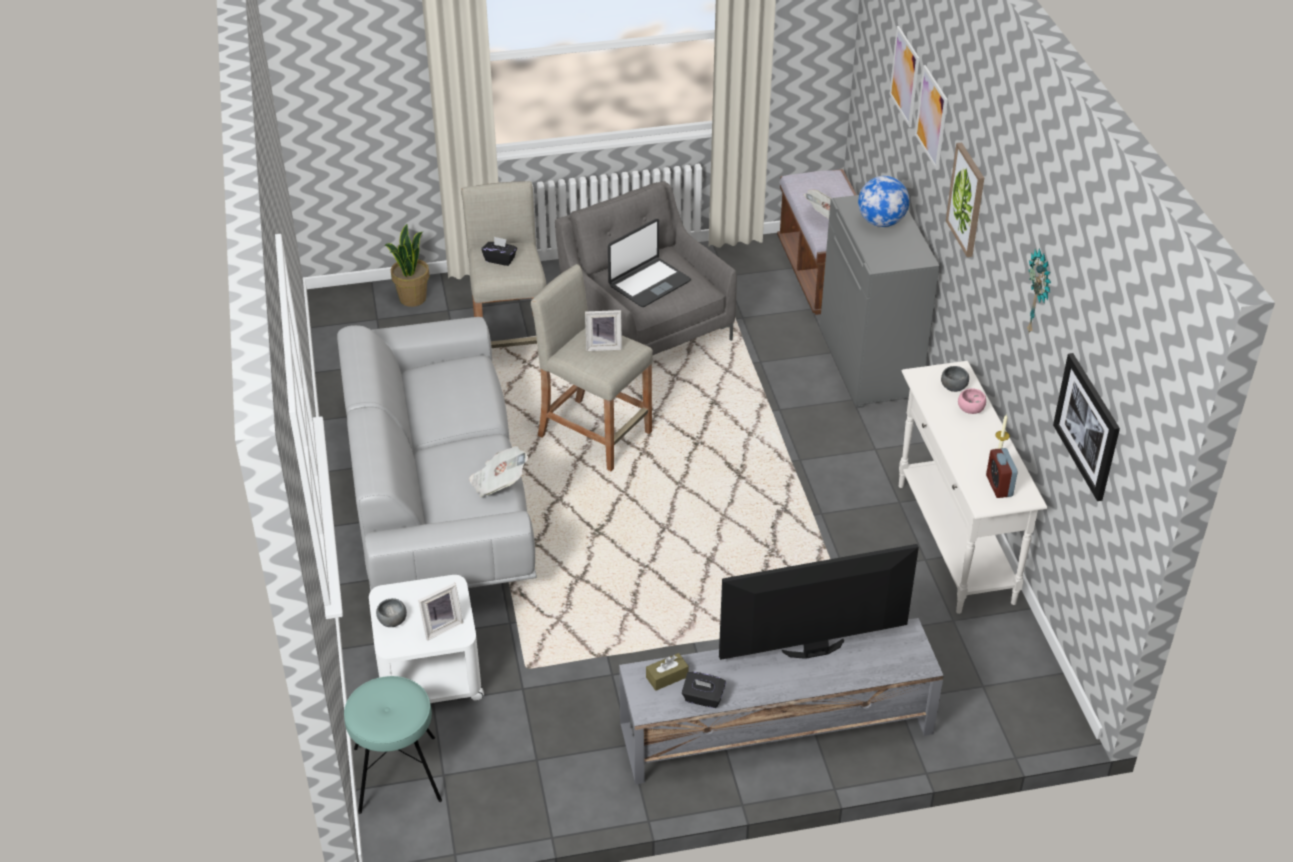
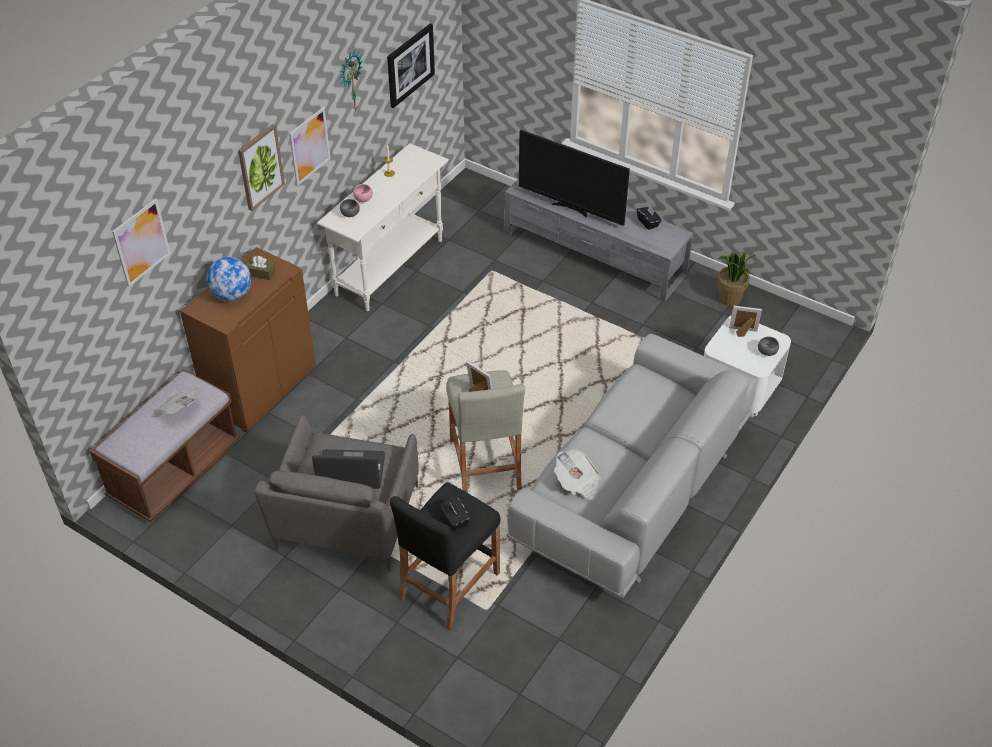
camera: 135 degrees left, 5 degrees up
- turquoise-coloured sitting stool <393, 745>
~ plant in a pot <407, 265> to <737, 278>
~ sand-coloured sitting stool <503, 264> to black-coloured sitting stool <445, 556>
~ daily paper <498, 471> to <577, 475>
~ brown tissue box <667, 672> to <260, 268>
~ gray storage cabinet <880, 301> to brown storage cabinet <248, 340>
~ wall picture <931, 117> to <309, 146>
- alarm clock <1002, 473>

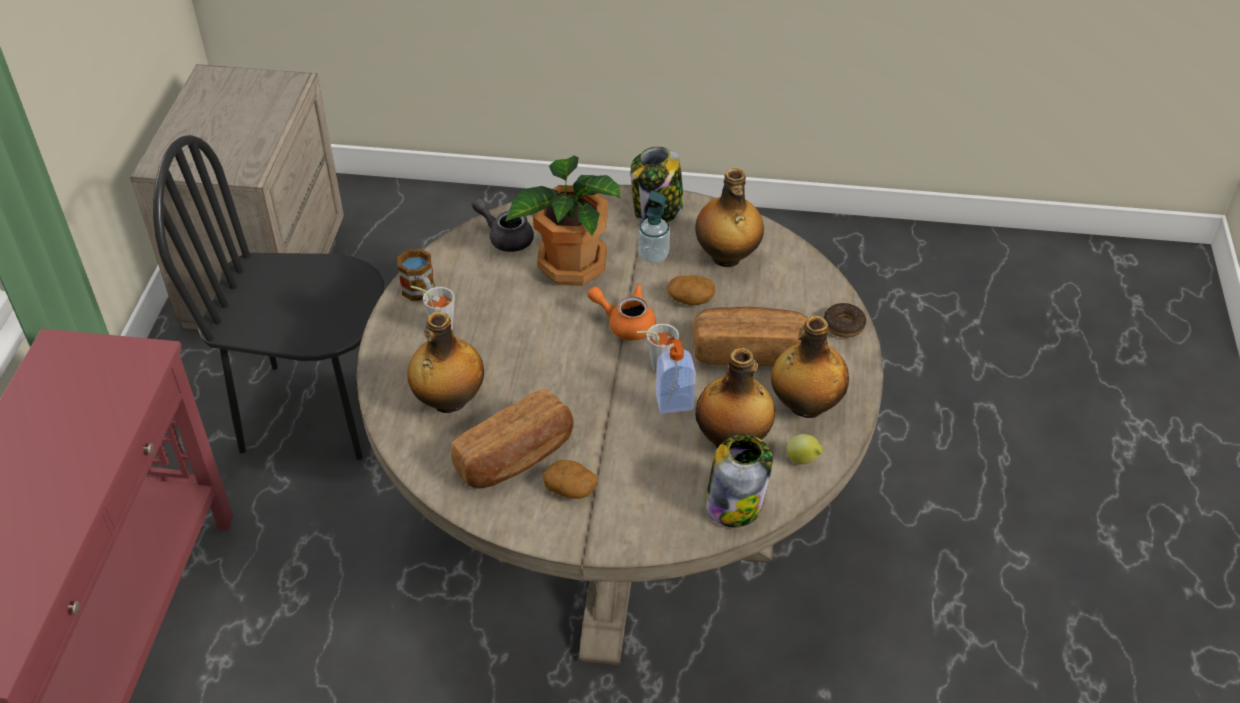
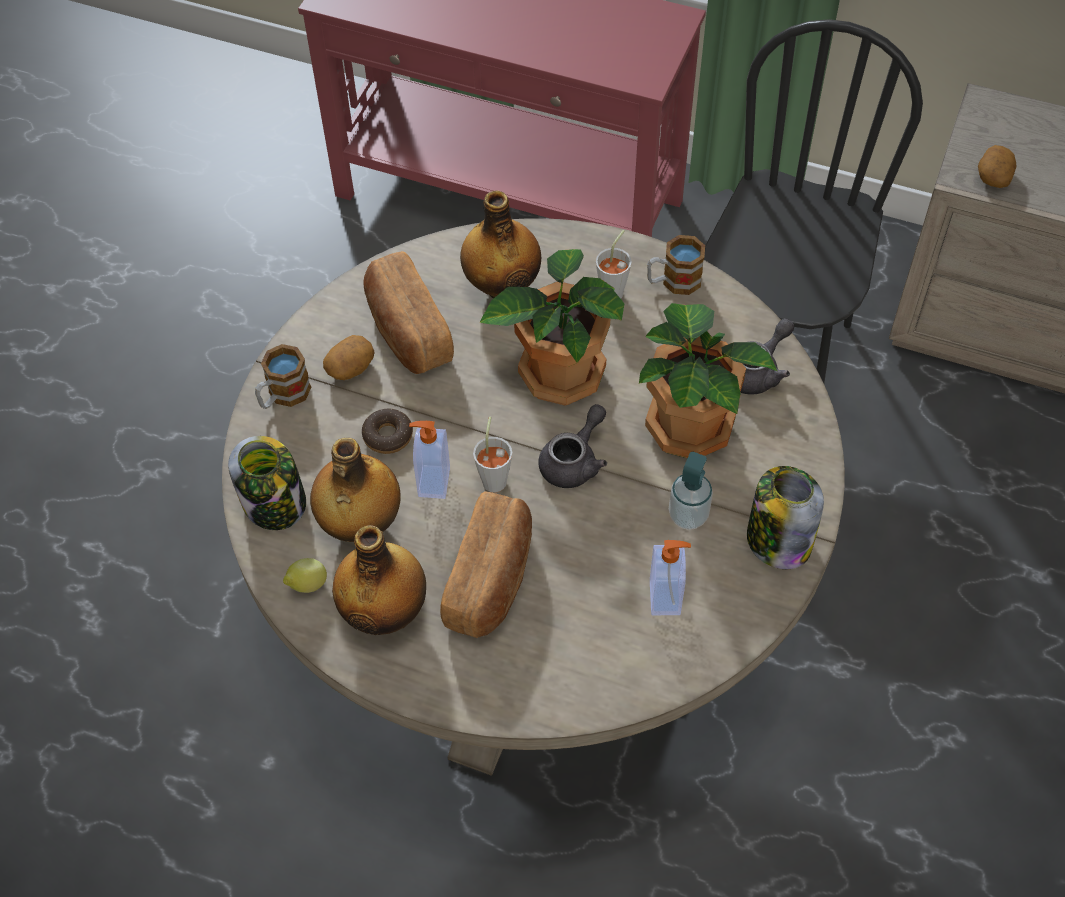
camera: 105 degrees right, 10 degrees up
~ orange-coloured tea pot <621, 312> to gray tea pot <572, 446>
~ spud <691, 290> to <997, 166>
~ bottle <729, 217> to soap bottle <670, 577>
~ donut <845, 320> to <387, 431>
+ tea mug <283, 376>
+ plant in a pot <551, 327>

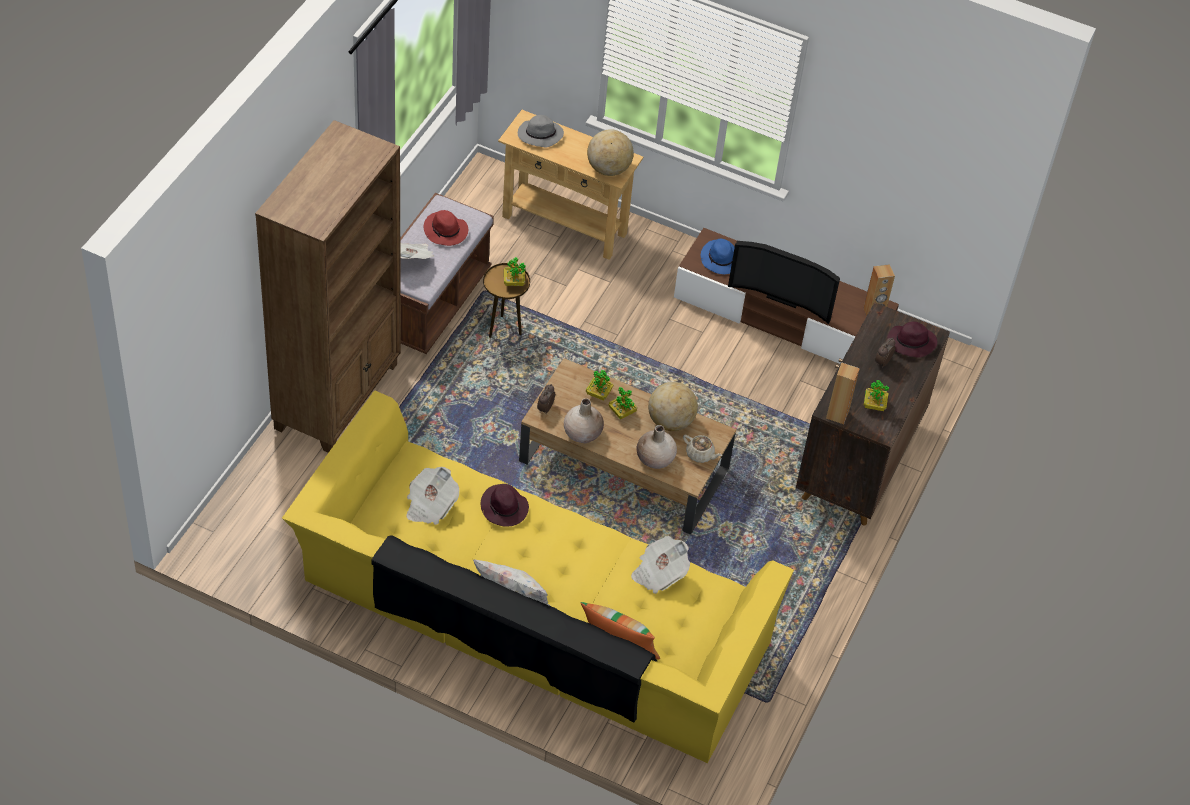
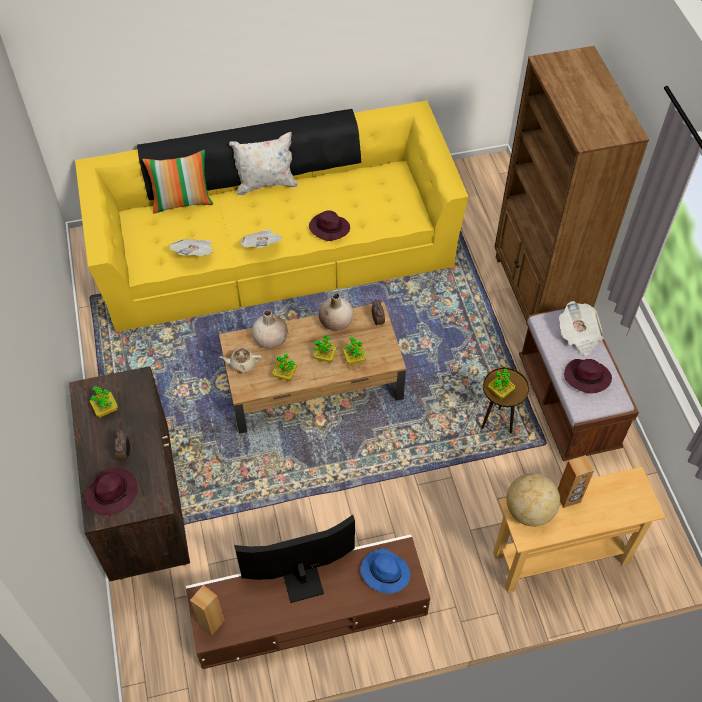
camera: 145 degrees right, 5 degrees up
~ daily paper <433, 496> to <261, 238>
~ reddish wearable hat <446, 228> to purplish wearable hat <588, 376>
- gray wearable hat <541, 131>
~ globe <673, 406> to plant in a pot <284, 367>
~ brown audio speaker <843, 393> to <576, 481>

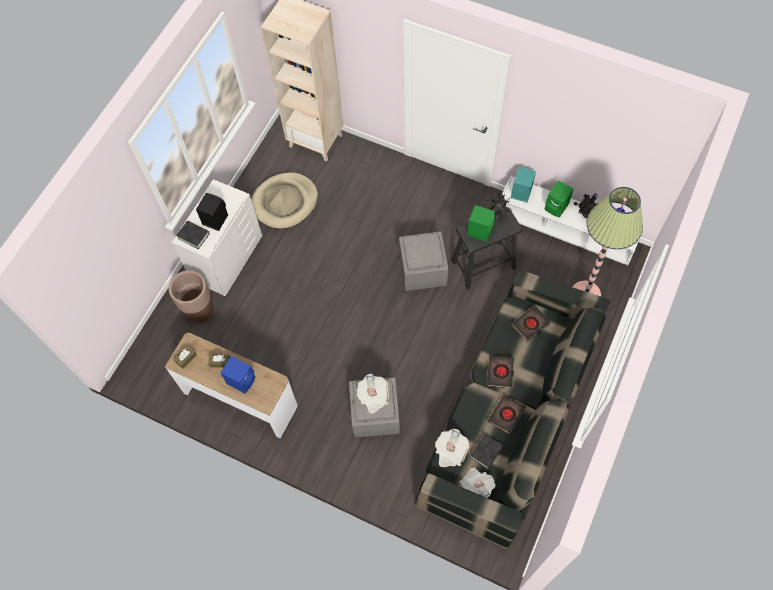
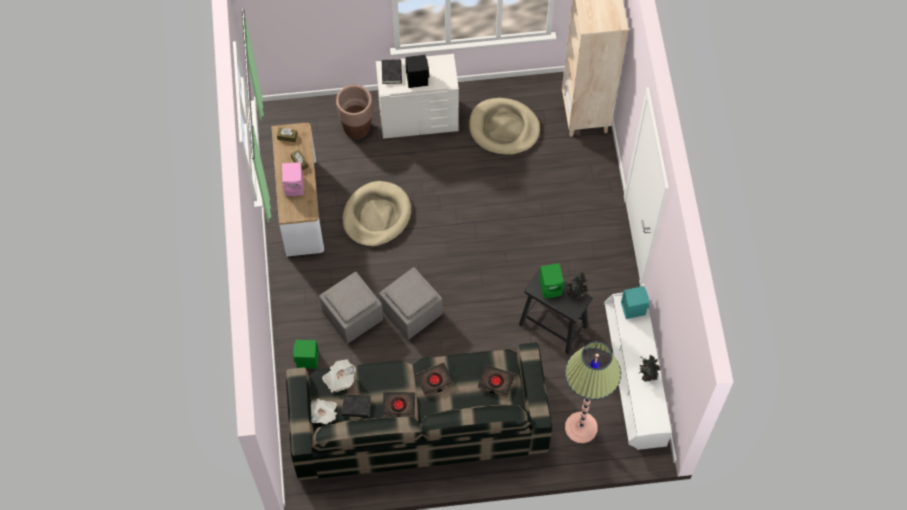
camera: 55 degrees right, 0 degrees up
~ bluish audio speaker <237, 374> to pink-coloured audio speaker <293, 179>
- daily paper <373, 394>
~ gray footrest <423, 261> to <410, 303>
~ greenish audio speaker <559, 199> to <306, 354>
+ sand-coloured dog bed <376, 214>

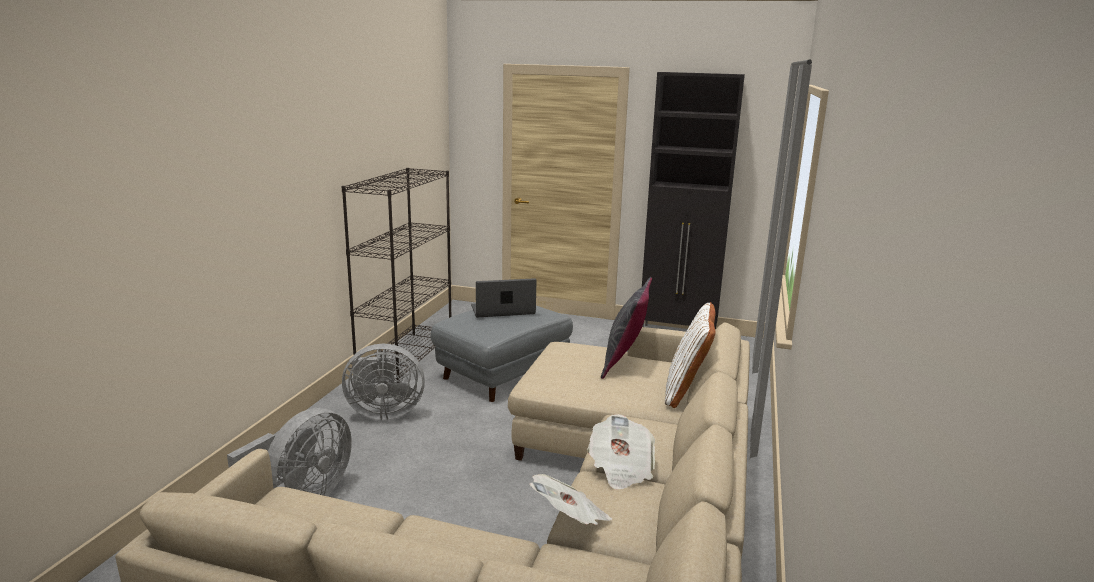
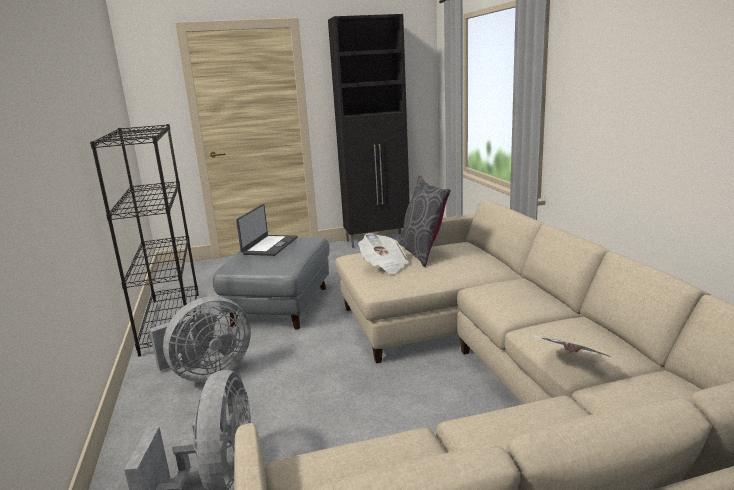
camera: 30 degrees left, 0 degrees up
~ portable computer <504, 298> = <266, 230> 150 degrees clockwise
~ daily paper <621, 452> to <383, 253>
- white-coloured cushion <690, 355>

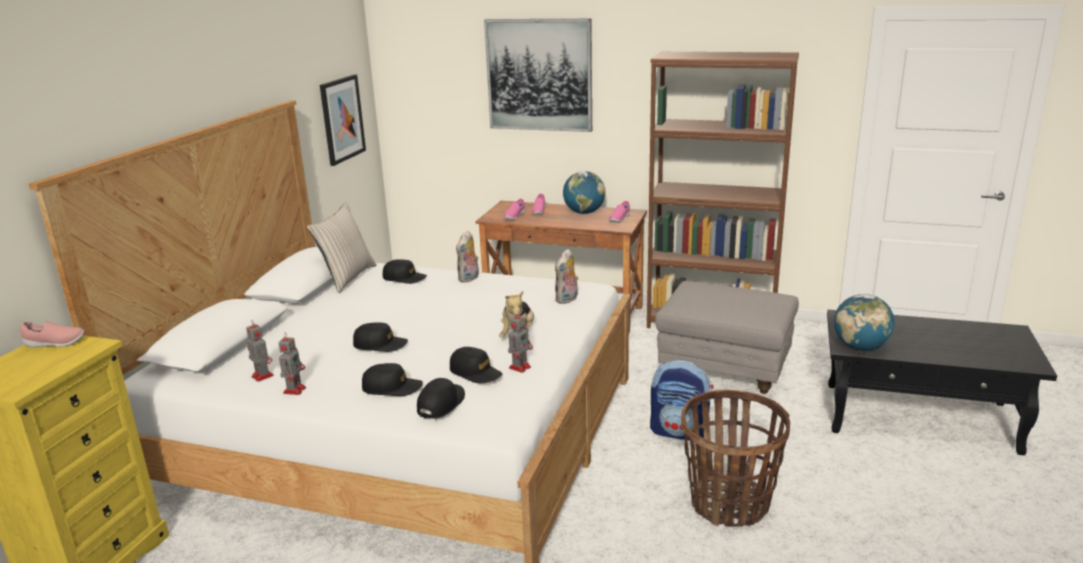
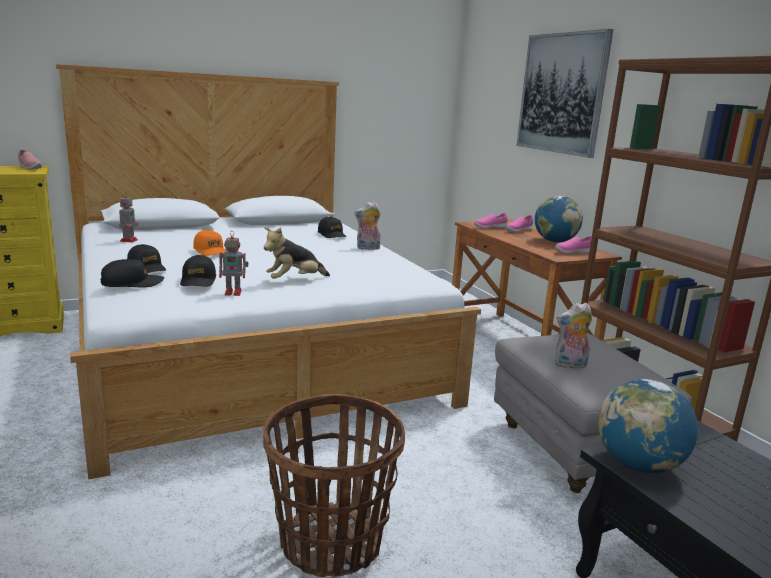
camera: 45 degrees right, 5 degrees down
- model robot <292, 364>
- sand-coloured cushion <341, 247>
- wall picture <343, 120>
~ black-coloured cap <380, 337> to orange-coloured cap <209, 243>
~ plush toy <566, 276> to <573, 336>
- knapsack <682, 400>

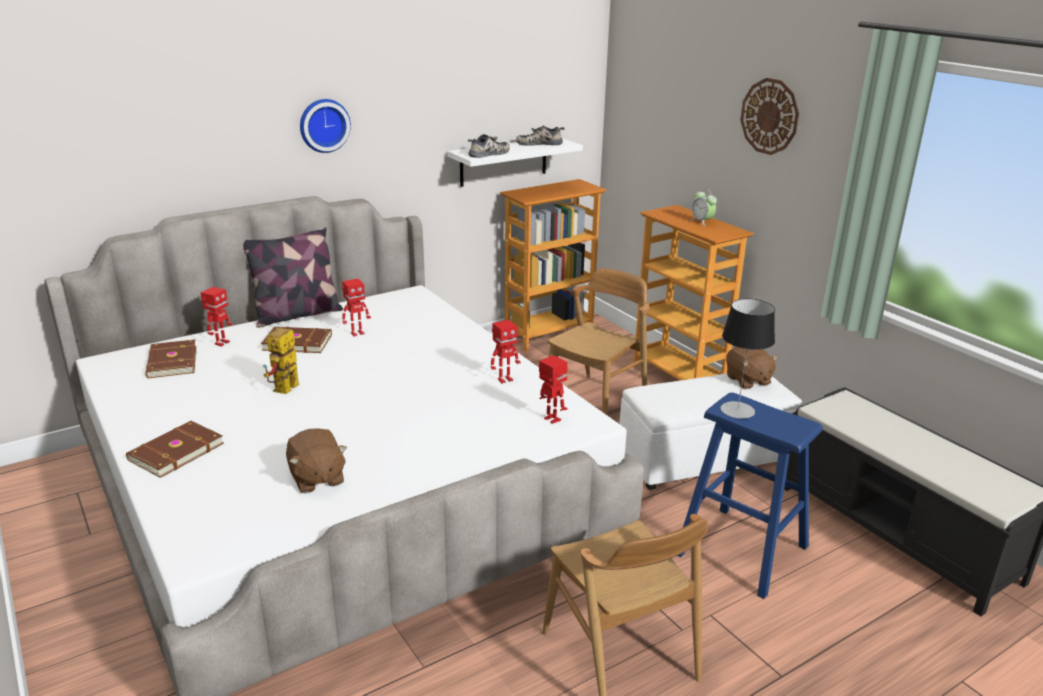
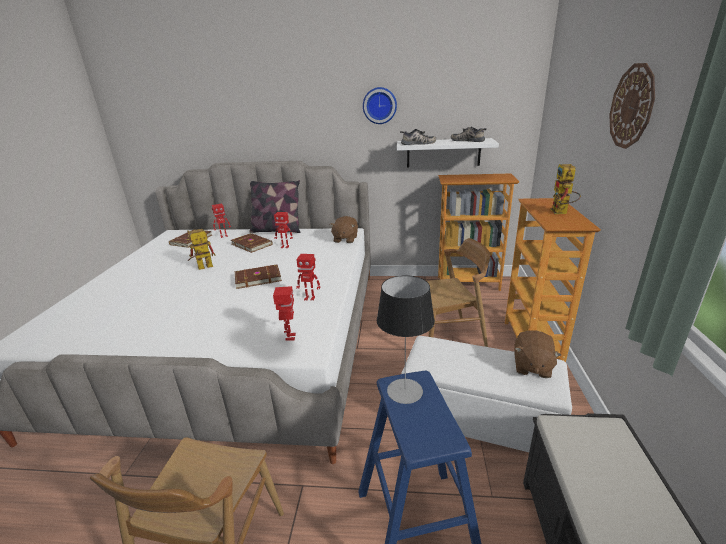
camera: 40 degrees right, 0 degrees up
~ brown volume <175, 449> to <258, 276>
~ brown plush toy <316, 460> to <344, 229>
~ hanging clock <325, 126> to <380, 105>
~ alarm clock <704, 207> to model robot <565, 189>

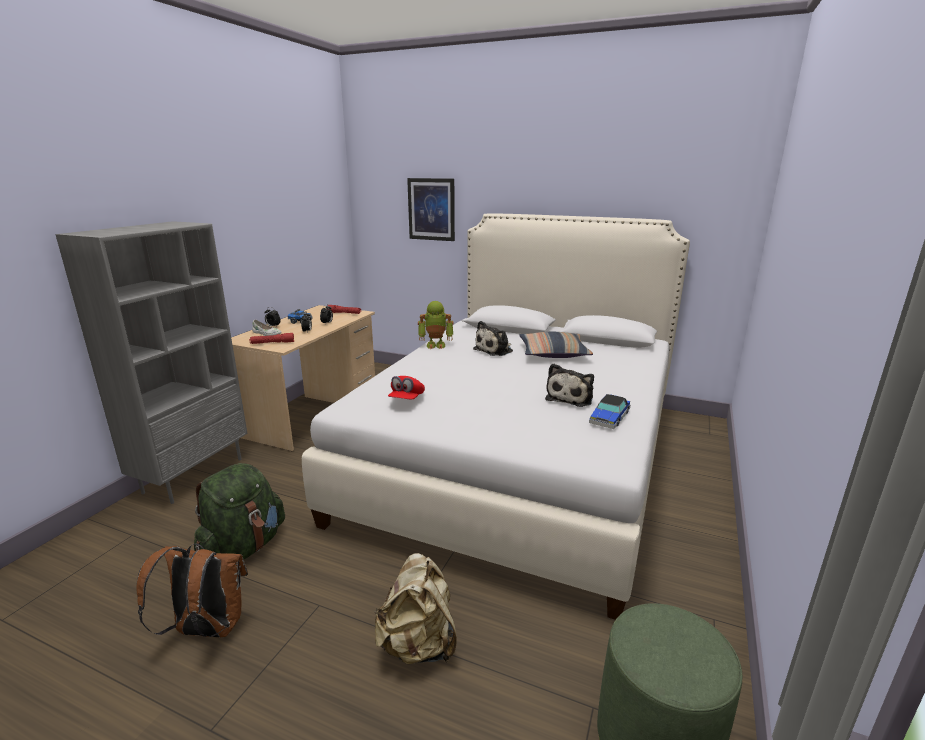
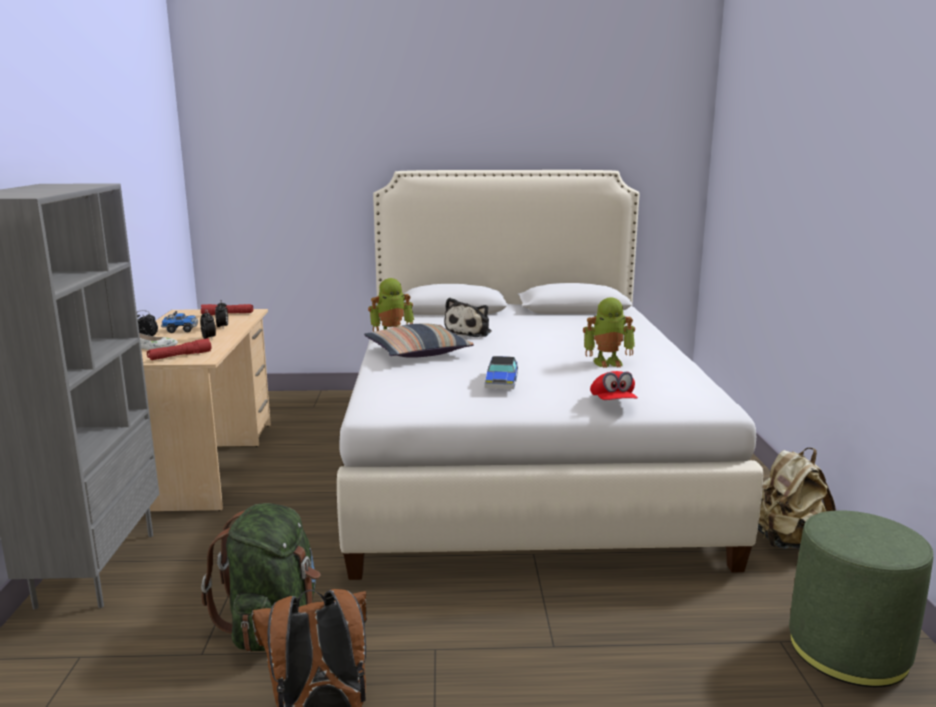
camera: 25 degrees left, 5 degrees down
~ sand-coloured knapsack <415, 609> to <797, 498>
~ reddish cap <406, 387> to <614, 385>
- wall picture <431, 209>
~ cushion <556, 345> to <419, 341>
~ plush toy <569, 385> to model robot <609, 332>
~ model car <610, 411> to <501, 372>

